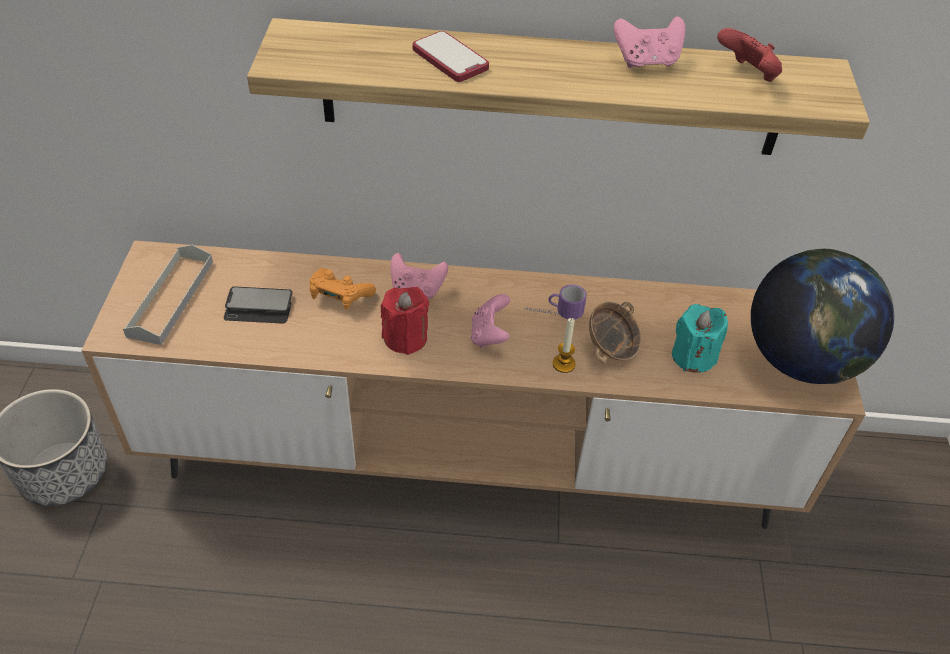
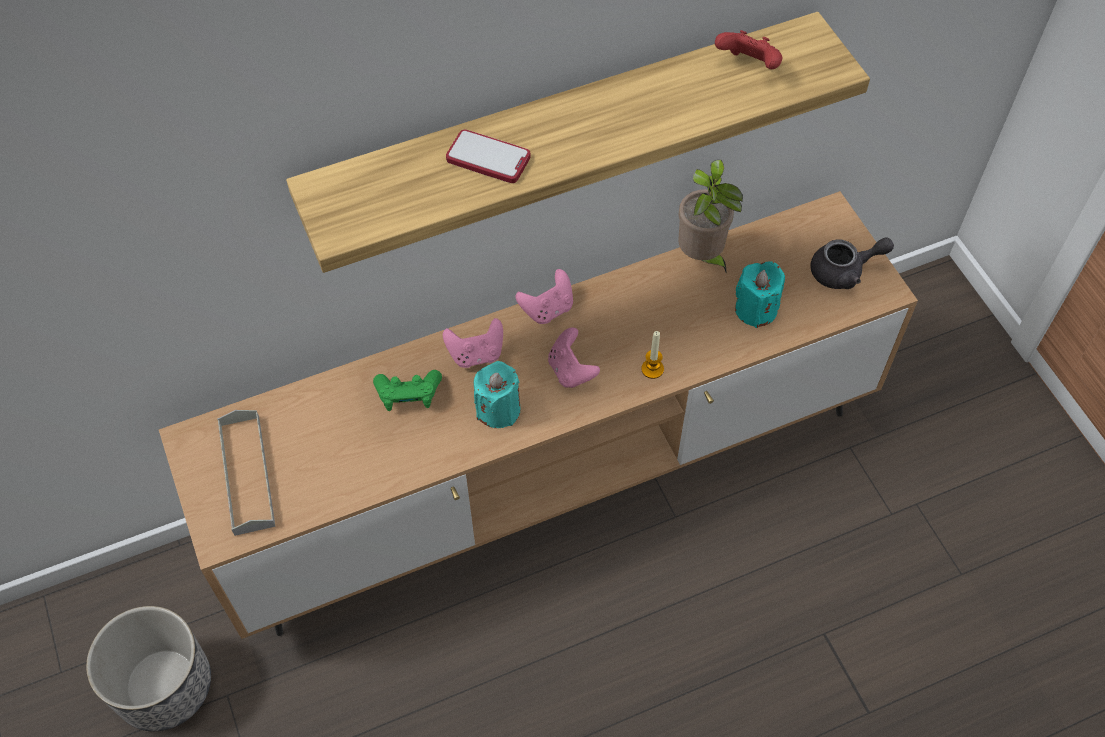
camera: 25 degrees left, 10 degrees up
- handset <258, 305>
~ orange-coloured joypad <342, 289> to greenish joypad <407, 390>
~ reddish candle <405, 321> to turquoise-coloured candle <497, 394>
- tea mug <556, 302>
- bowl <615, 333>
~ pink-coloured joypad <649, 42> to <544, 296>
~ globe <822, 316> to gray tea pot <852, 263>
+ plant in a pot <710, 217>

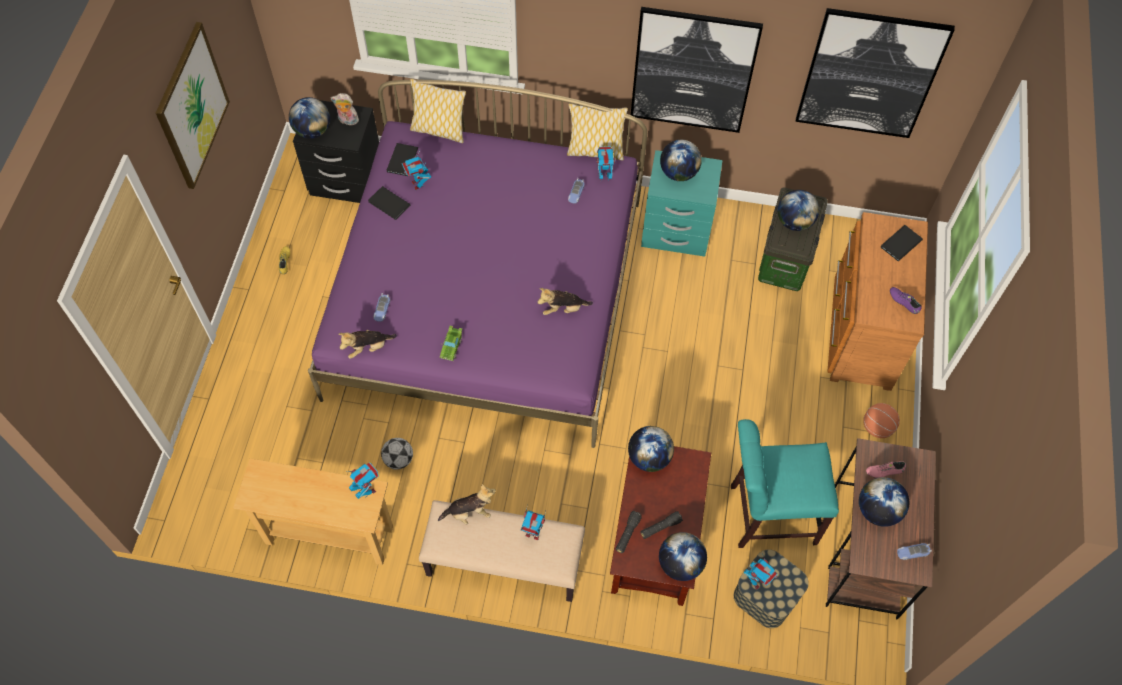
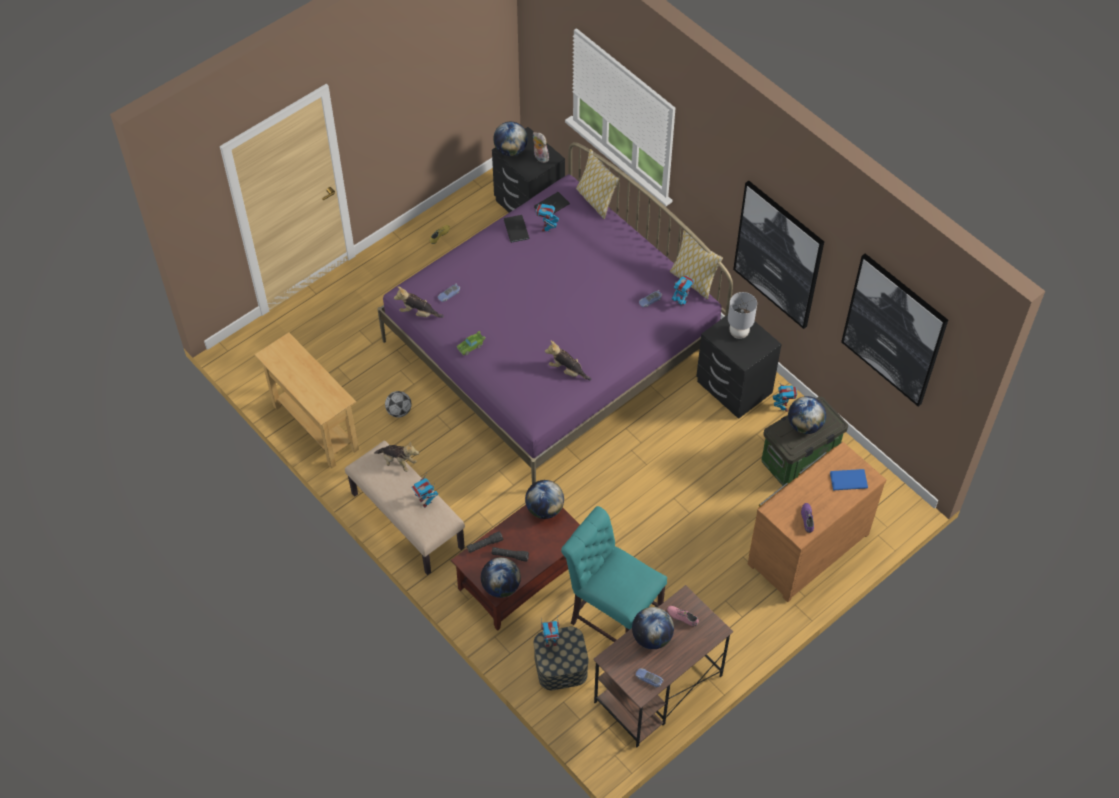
camera: 40 degrees right, 5 degrees down
- wall picture <193, 105>
~ model robot <362, 480> to <785, 396>
~ turquoise-coloured bedside table <682, 203> to black-coloured bedside table <739, 363>
~ globe <681, 160> to gray lamp for a table <742, 315>
- basketball ball <881, 420>
~ black-coloured volume <902, 243> to bluish volume <849, 479>

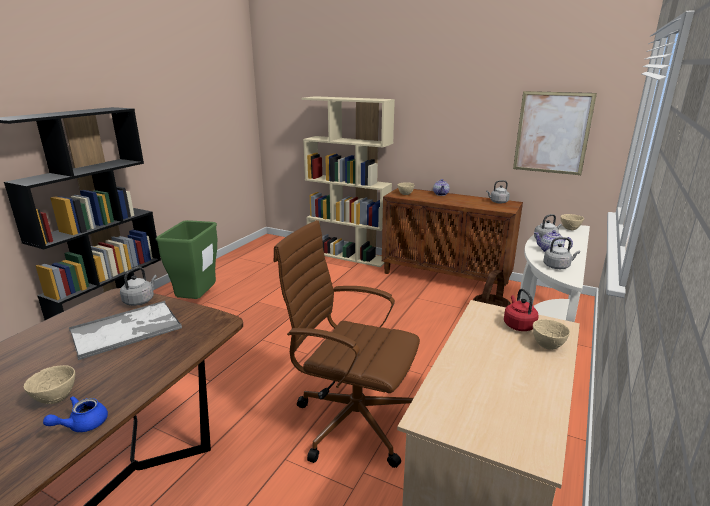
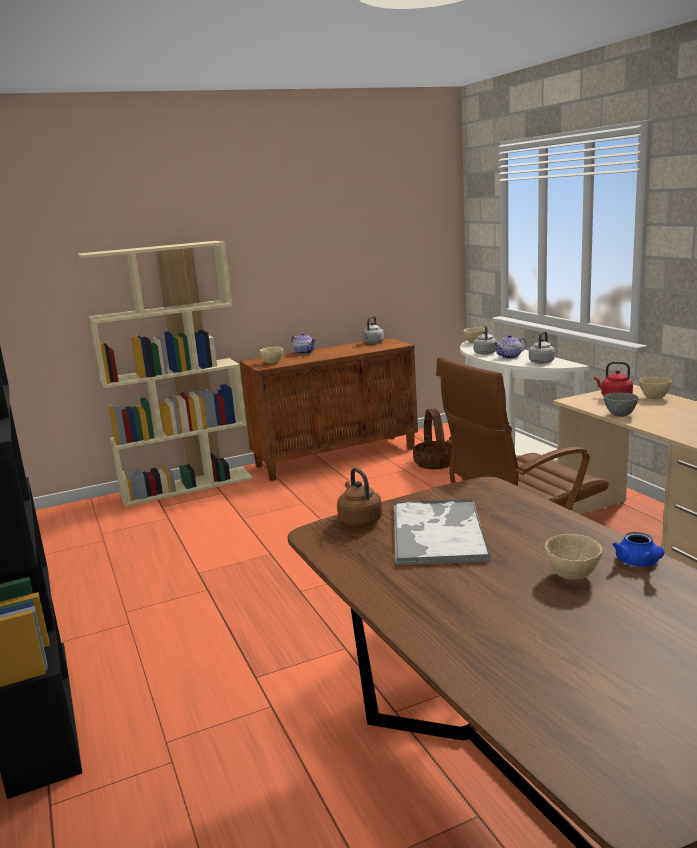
camera: 50 degrees left, 5 degrees down
~ gray water kettle <138, 286> to brown water kettle <359, 497>
- greenish waste bin <186, 259>
- wall picture <555, 133>
+ gray bowl <620, 405>

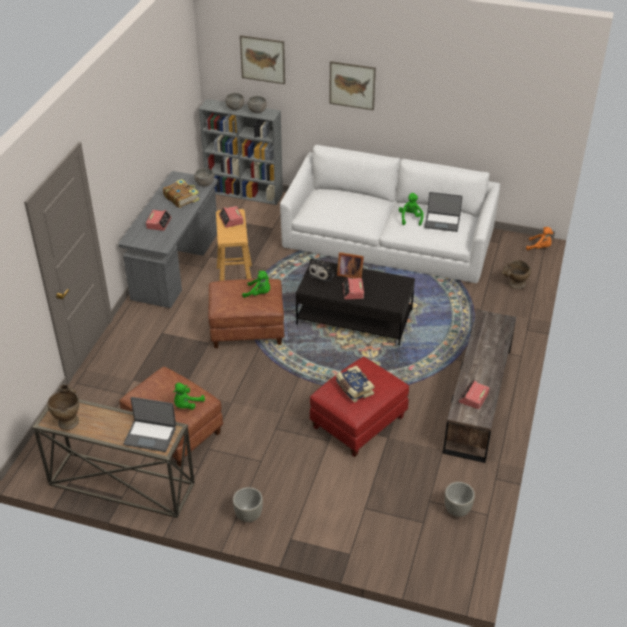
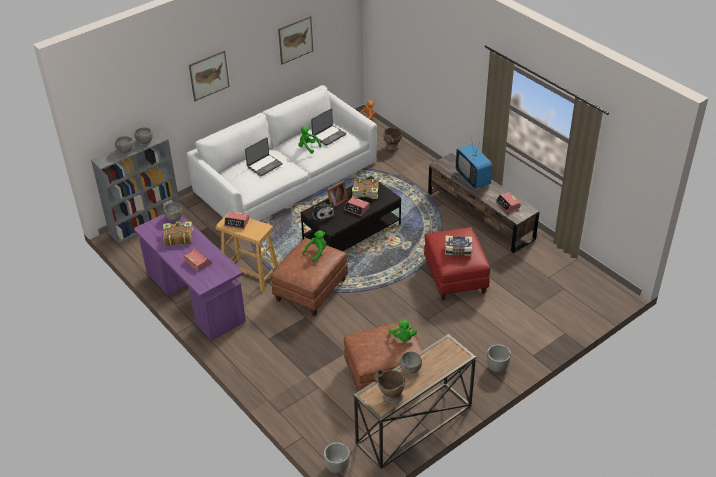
camera: 55 degrees left, 0 degrees up
~ gray desk unit <168, 239> to purplish desk unit <190, 277>
~ portable computer <150, 424> to <264, 156>
~ wall picture <262, 59> to <295, 40>
~ gray plant pot <460, 499> to <337, 457>
+ volume <365, 188>
+ gray bowl <411, 363>
+ TV <474, 163>

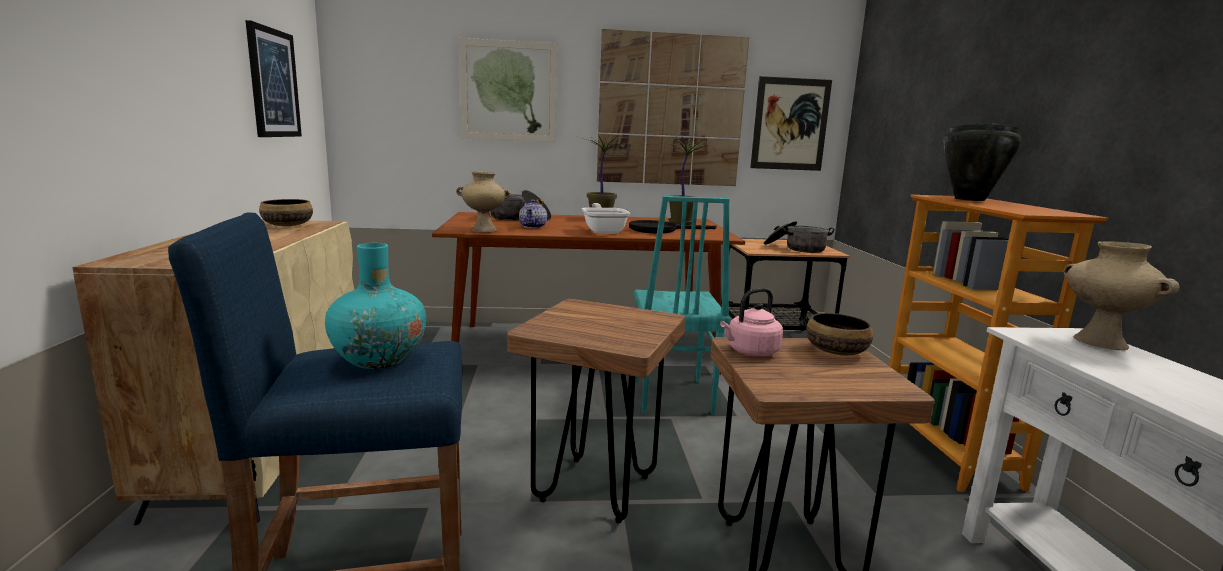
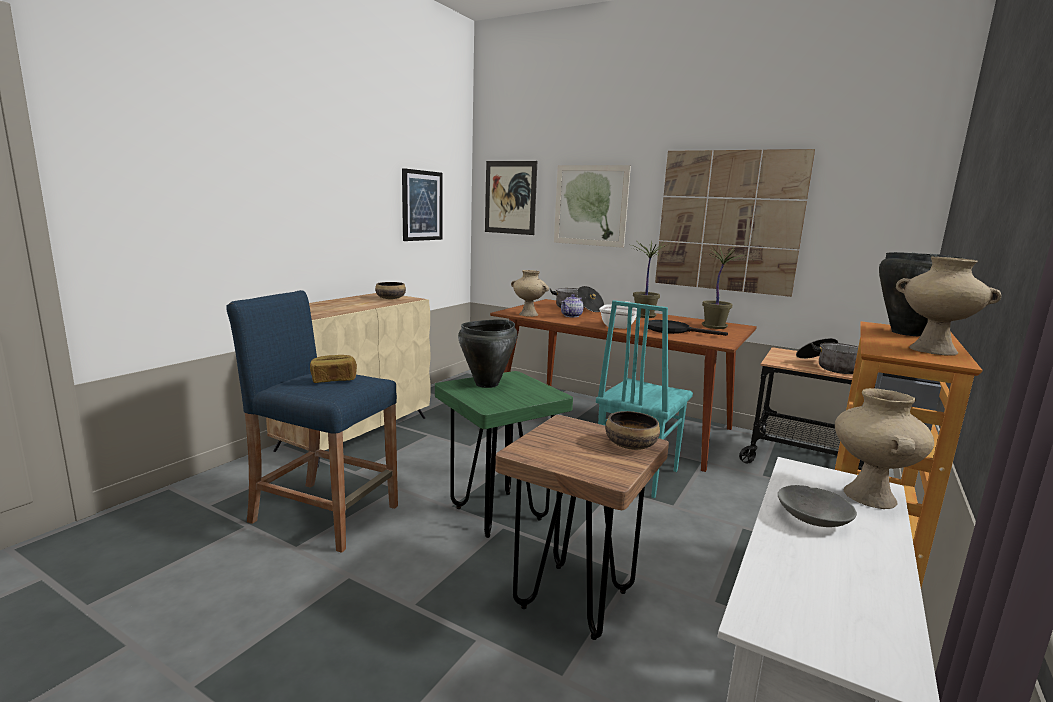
camera: 35 degrees right, 0 degrees up
~ turquoise-coloured decorative vase <375, 306> to bakery bread <333, 369>
~ brown sitting stool <596, 411> to greenish sitting stool <504, 454>
- pink-coloured water kettle <751, 322>
~ wall picture <791, 123> to <511, 198>
+ black-coloured cooking pot <487, 354>
+ gray bowl <817, 506>
+ sand-coloured decorative vase <948, 306>

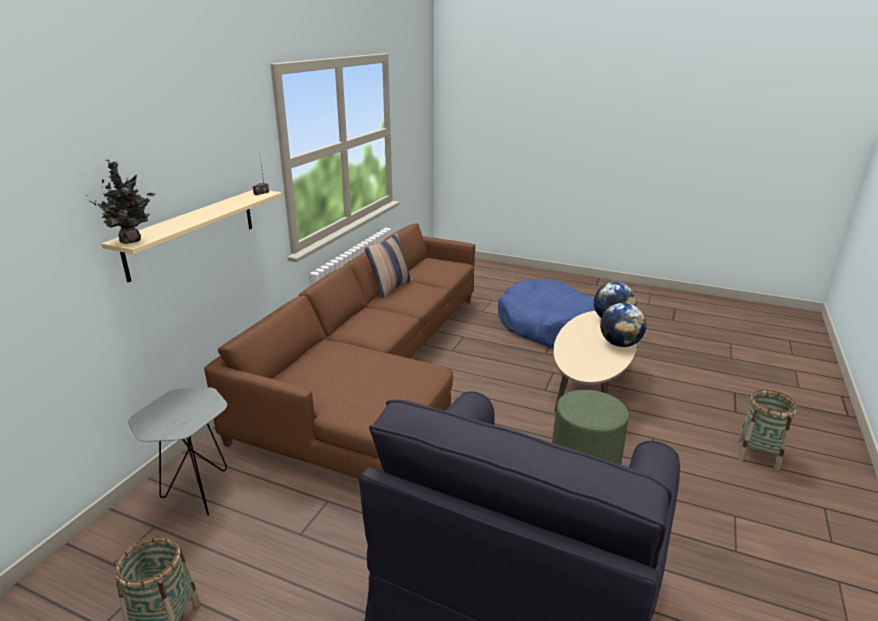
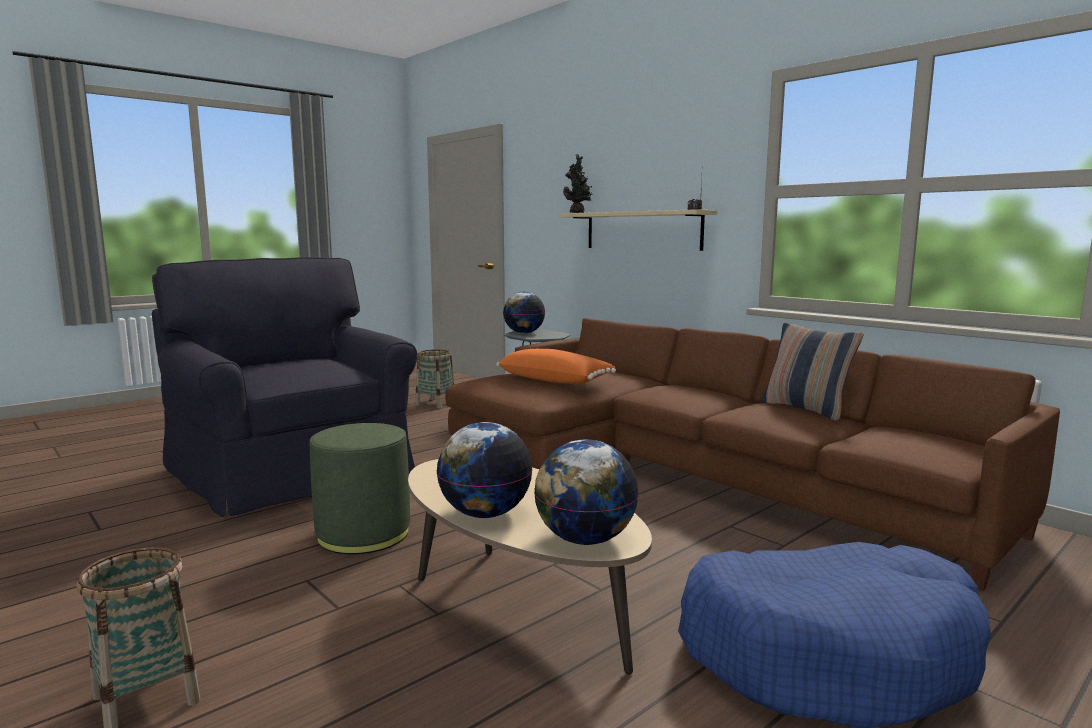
camera: 115 degrees right, 15 degrees down
+ orange-coloured cushion <556, 366>
+ globe <524, 312>

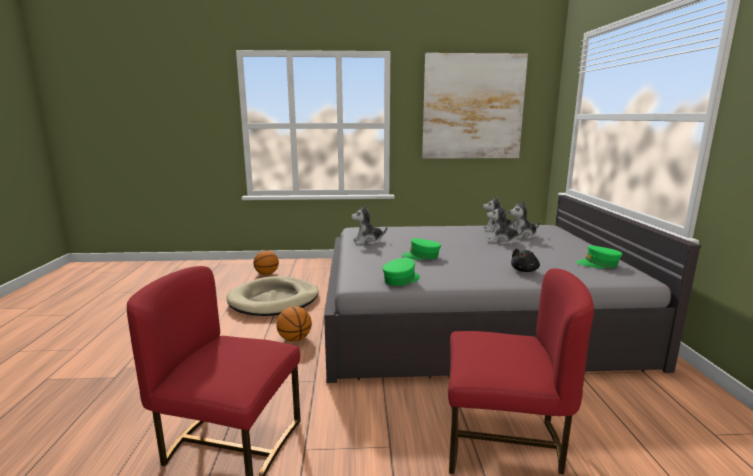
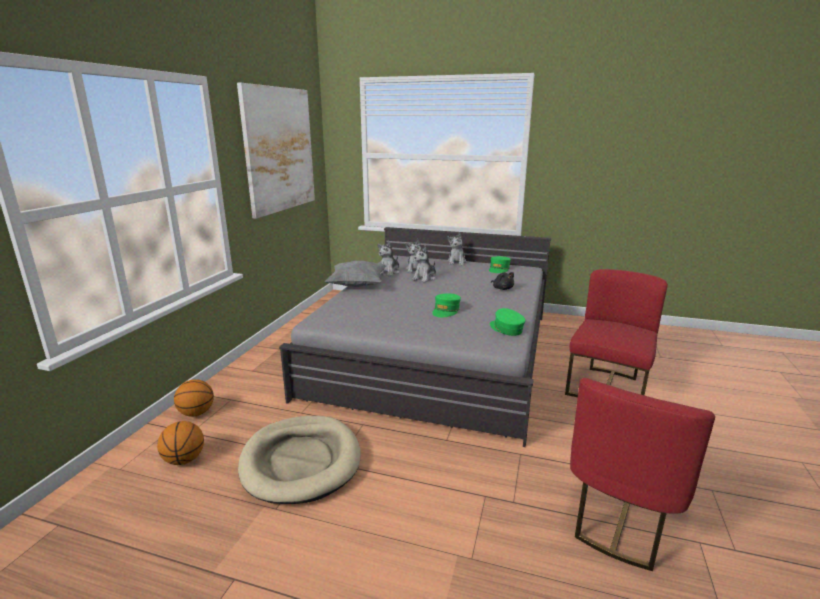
camera: 70 degrees left, 5 degrees up
~ basketball ball <294, 324> to <194, 398>
~ plush toy <369, 225> to <457, 248>
+ gray cushion <355, 273>

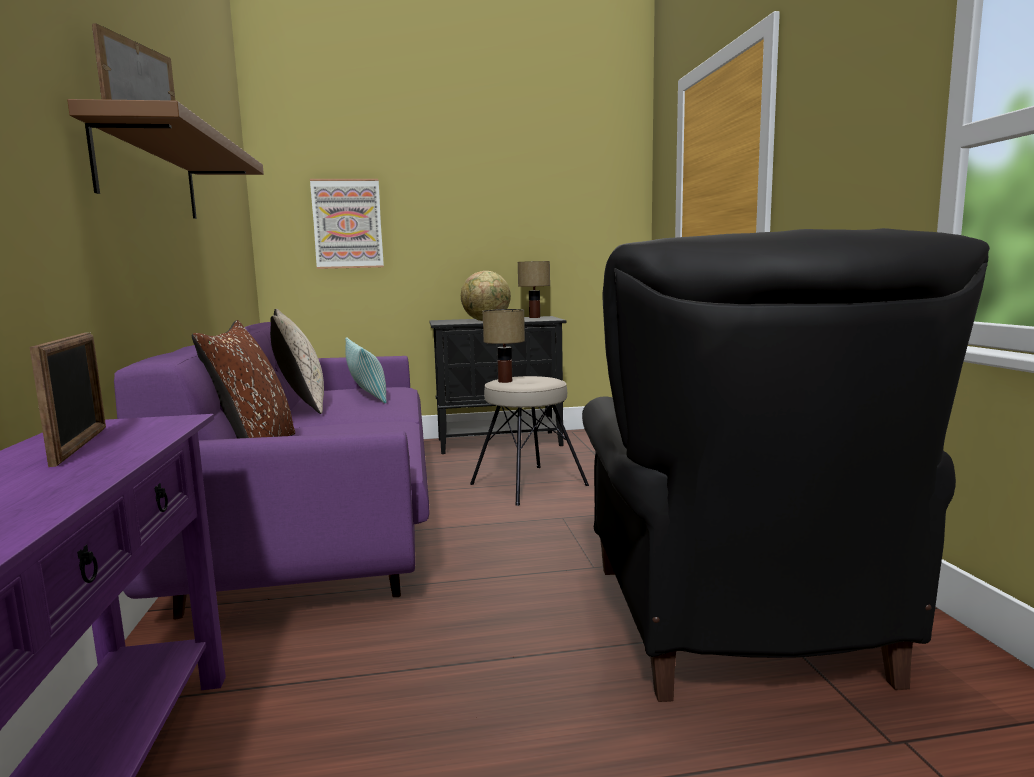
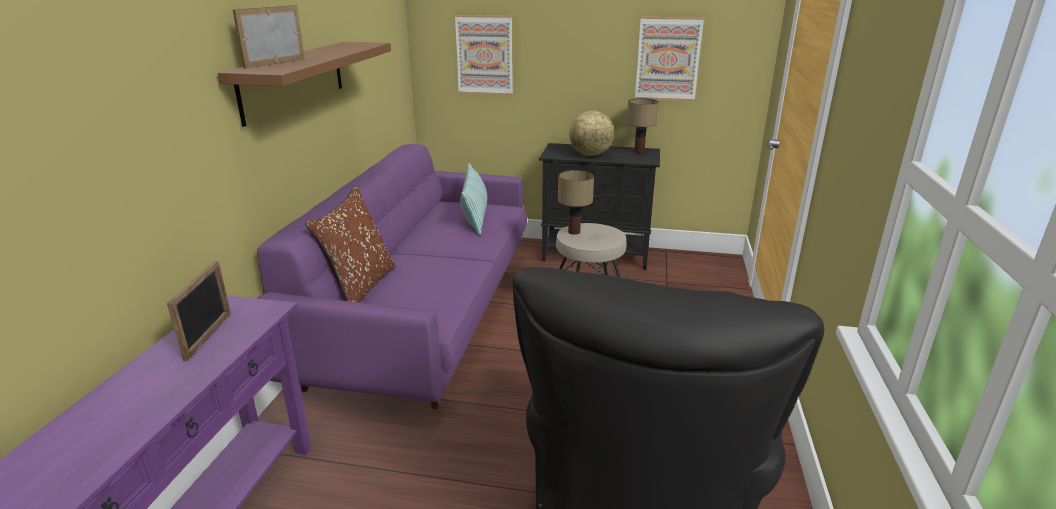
camera: 20 degrees right, 15 degrees up
- sand-coloured cushion <297, 361>
+ wall picture <669, 59>

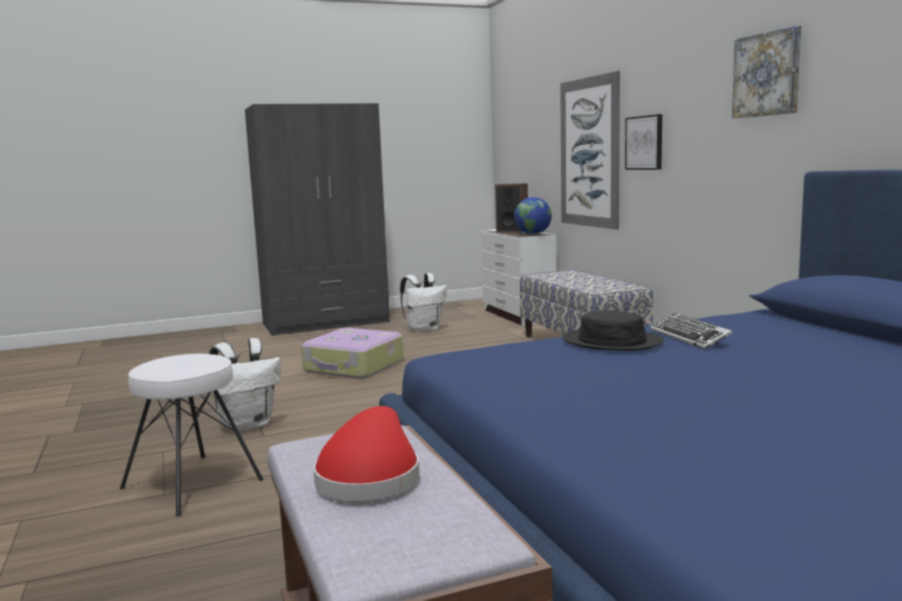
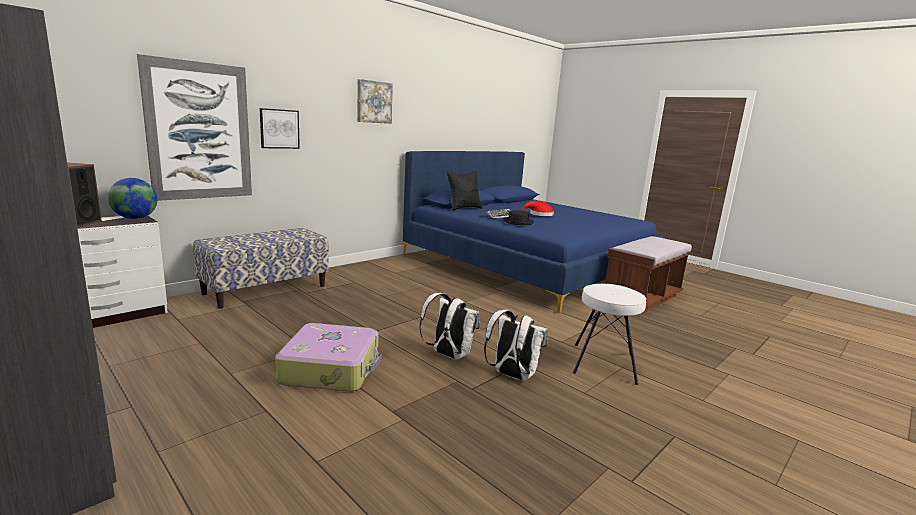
camera: 115 degrees left, 5 degrees up
~ reddish wearable hat <366, 453> to <538, 208>
~ white-coloured knapsack <423, 302> to <449, 326>
+ black-coloured cushion <464, 190>

